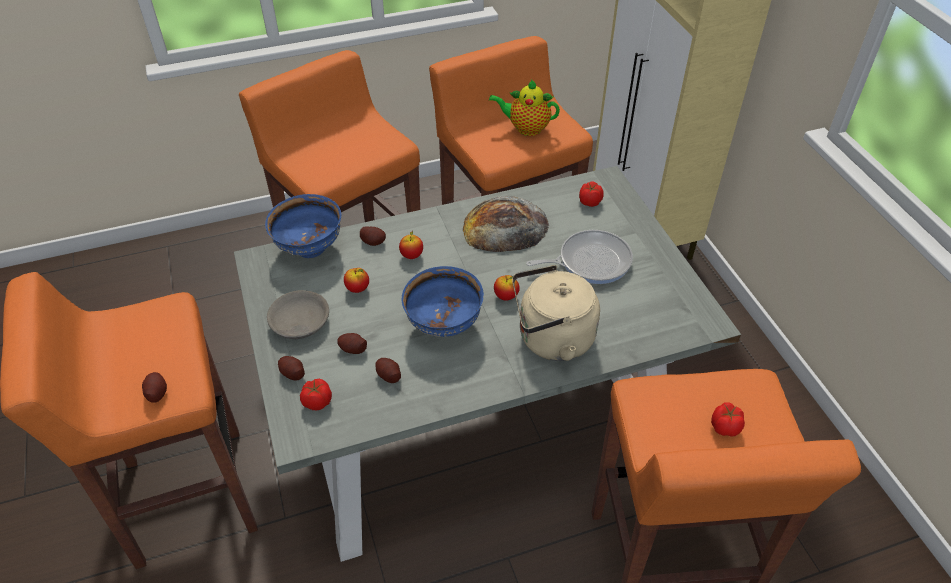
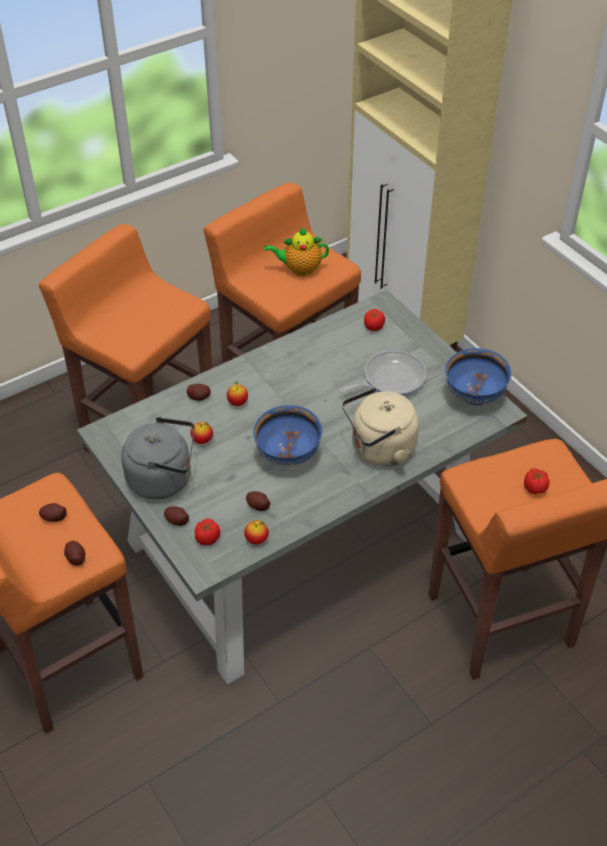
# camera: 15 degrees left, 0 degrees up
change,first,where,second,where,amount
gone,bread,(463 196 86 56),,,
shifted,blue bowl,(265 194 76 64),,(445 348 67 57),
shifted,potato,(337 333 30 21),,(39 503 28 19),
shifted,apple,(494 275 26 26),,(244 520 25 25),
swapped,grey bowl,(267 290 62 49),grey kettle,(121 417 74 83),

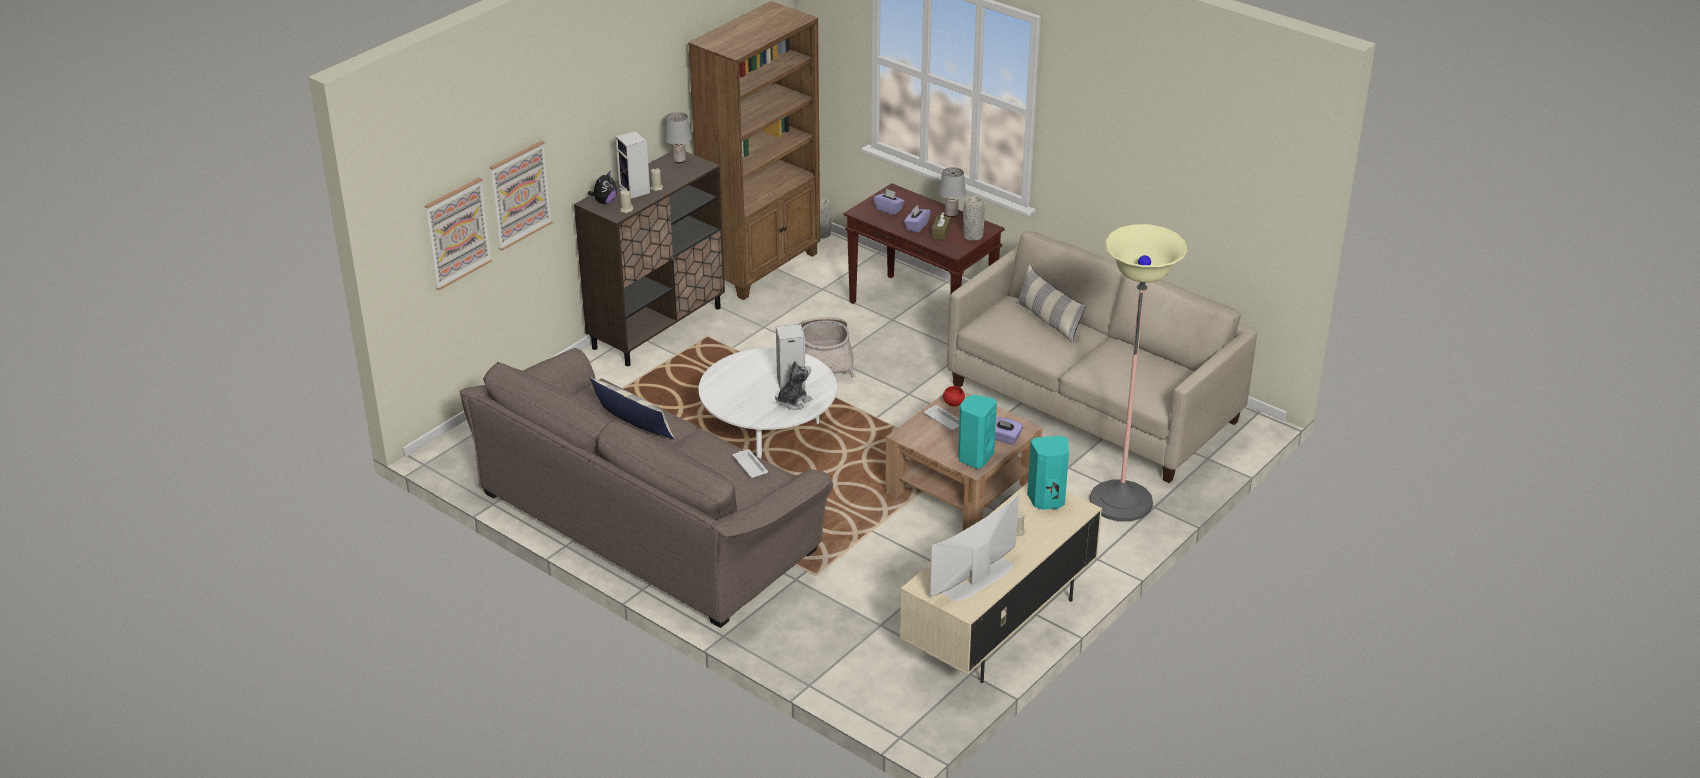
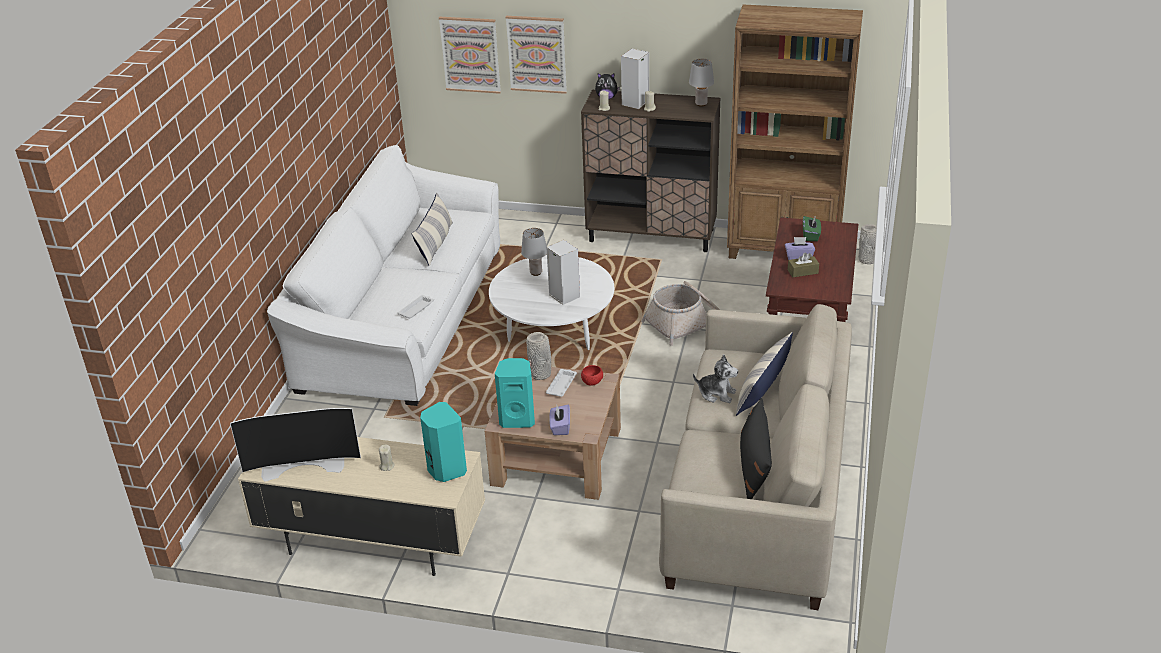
# camera: 65 degrees right, 0 degrees up
change,first,where,second,where,amount
gone,floor lamp,(1090 224 97 297),,,
new,,,black pillow,(740 397 32 102),
shifted,plush toy,(775 361 38 49),,(693 354 45 49),
shifted,grey table lamp,(939 167 27 50),,(521 228 26 48),
shifted,grey vase,(963 196 22 45),,(526 332 25 48),
repainted,brown sofa,(459 348 374 280),white sofa,(267 145 233 261),
repainted,purple tissue box,(874 189 30 26),green tissue box,(803 215 18 26),
rotated,television,(930 494 89 107),,(230 408 131 74),150 degrees clockwise

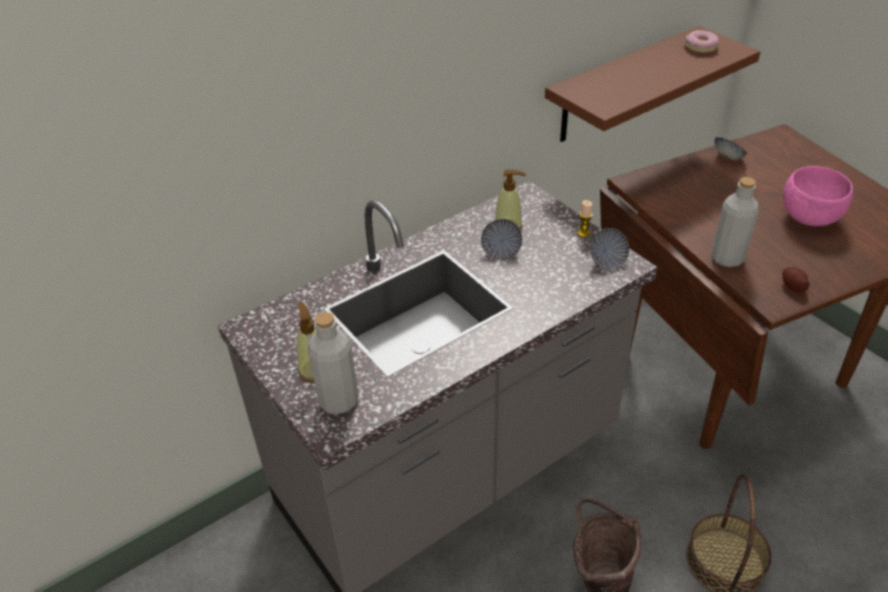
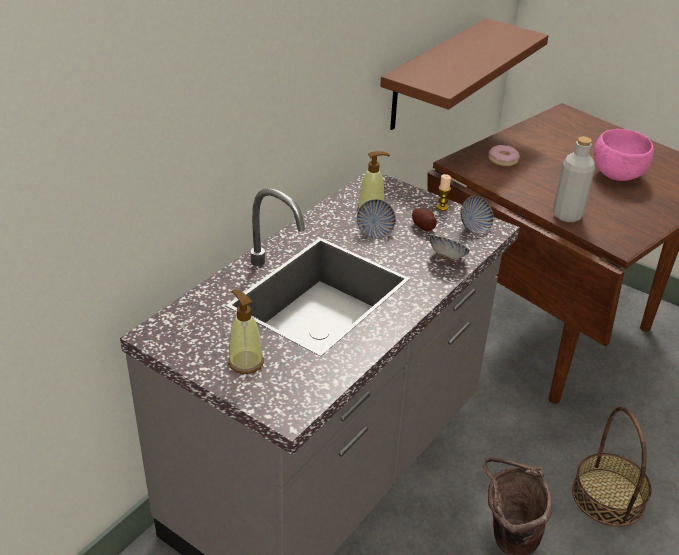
# camera: 20 degrees left, 5 degrees down
change,first,where,second,where,amount
gone,grey bottle,(308 312 51 102),,,
shifted,donut,(684 30 35 23),,(488 145 32 21),
shifted,bowl,(714 137 33 24),,(430 236 40 25),
shifted,potato,(783 267 26 26),,(412 208 25 23),

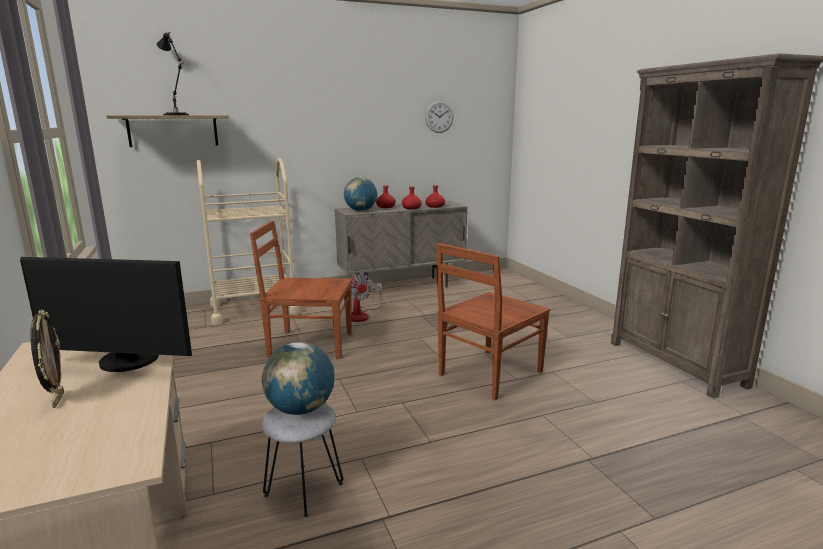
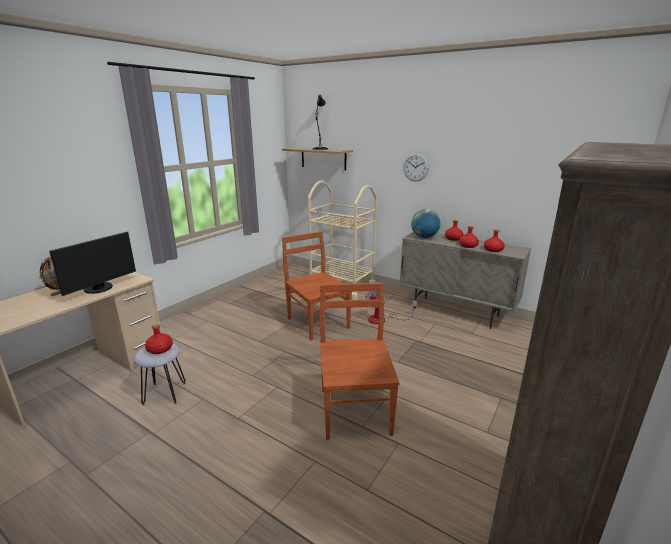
# camera: 55 degrees right, 5 degrees up
change,first,where,second,where,amount
shifted,wall clock,(425 101 29 32),,(403 153 26 29),
swapped,globe,(262 342 73 73),red bottle,(145 324 28 30),
rotated,monitor,(20 257 172 115),,(49 232 87 64),120 degrees counterclockwise
rotated,brown chair,(436 243 115 157),,(319 283 80 157),75 degrees clockwise

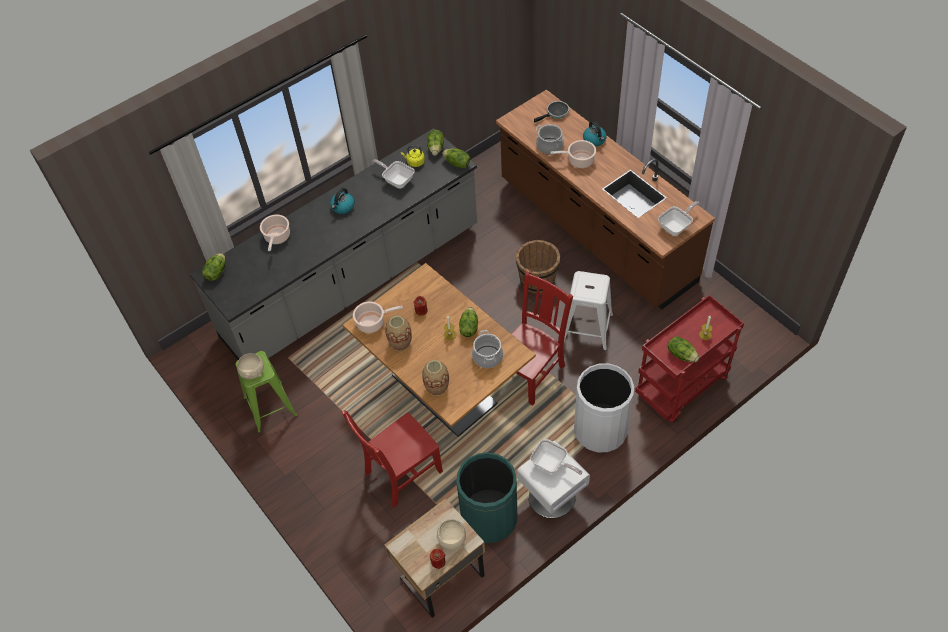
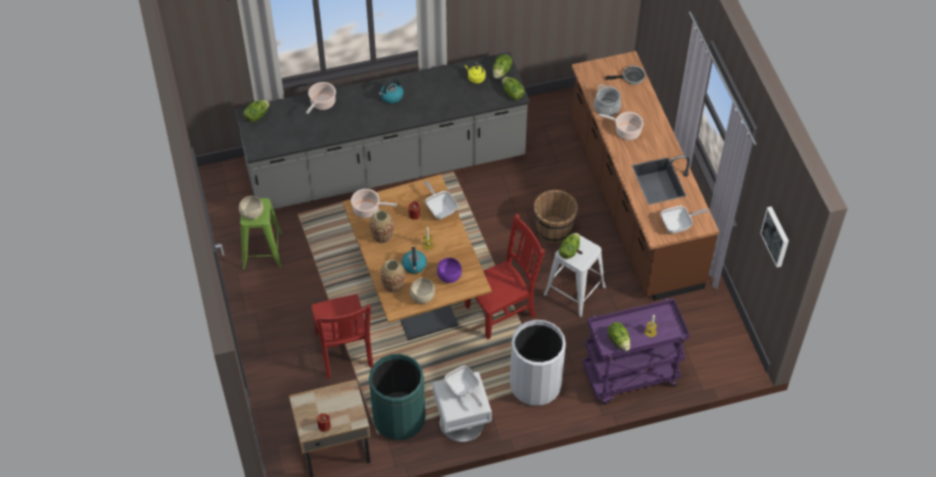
# camera: 20 degrees right, 0 degrees up
change,first,where,second,where,amount
new,,,picture,(760 206 29 62),
shifted,frying pan,(372 159 43 30),,(424 181 34 38),
shifted,beige bowl,(437 519 29 31),,(410 278 25 26),
shifted,lettuce,(459 307 19 30),,(559 233 21 26),
shifted,kettle,(583 121 24 25),,(402 247 25 27),
swapped,cooking pot,(472 330 31 38),purple bowl,(437 258 25 25),
repainted,red cart,(635 295 109 127),purple cart,(583 298 107 106),
rotated,red chair,(342 411 101 97),,(311 294 62 84),90 degrees counterclockwise

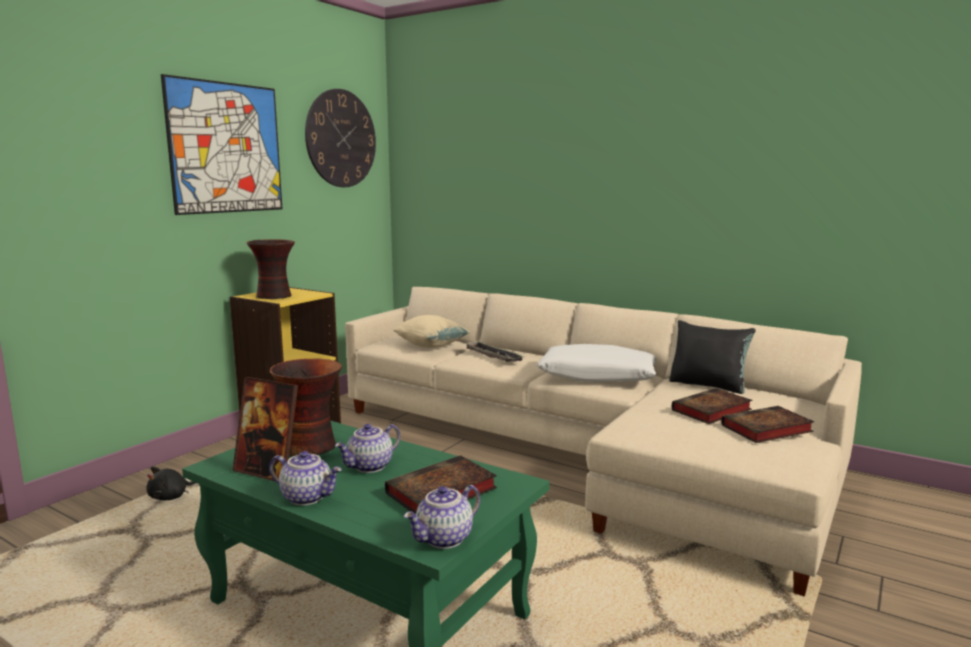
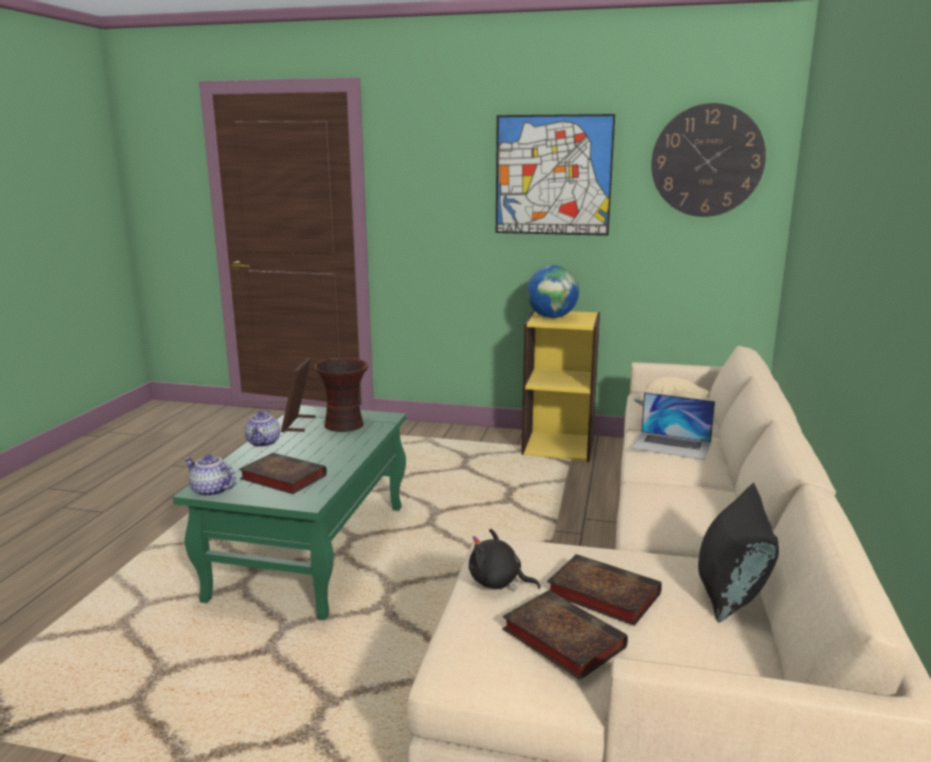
# camera: 70 degrees right, 5 degrees up
change,first,where,second,where,amount
gone,teapot,(335 424 65 49),,,
gone,white pillow,(537 344 120 38),,,
shifted,black plush toy,(146 467 54 33),,(469 529 72 62),
swapped,vase,(247 239 48 60),globe,(527 265 52 53),
swapped,tray,(464 341 60 21),laptop,(632 392 83 68),

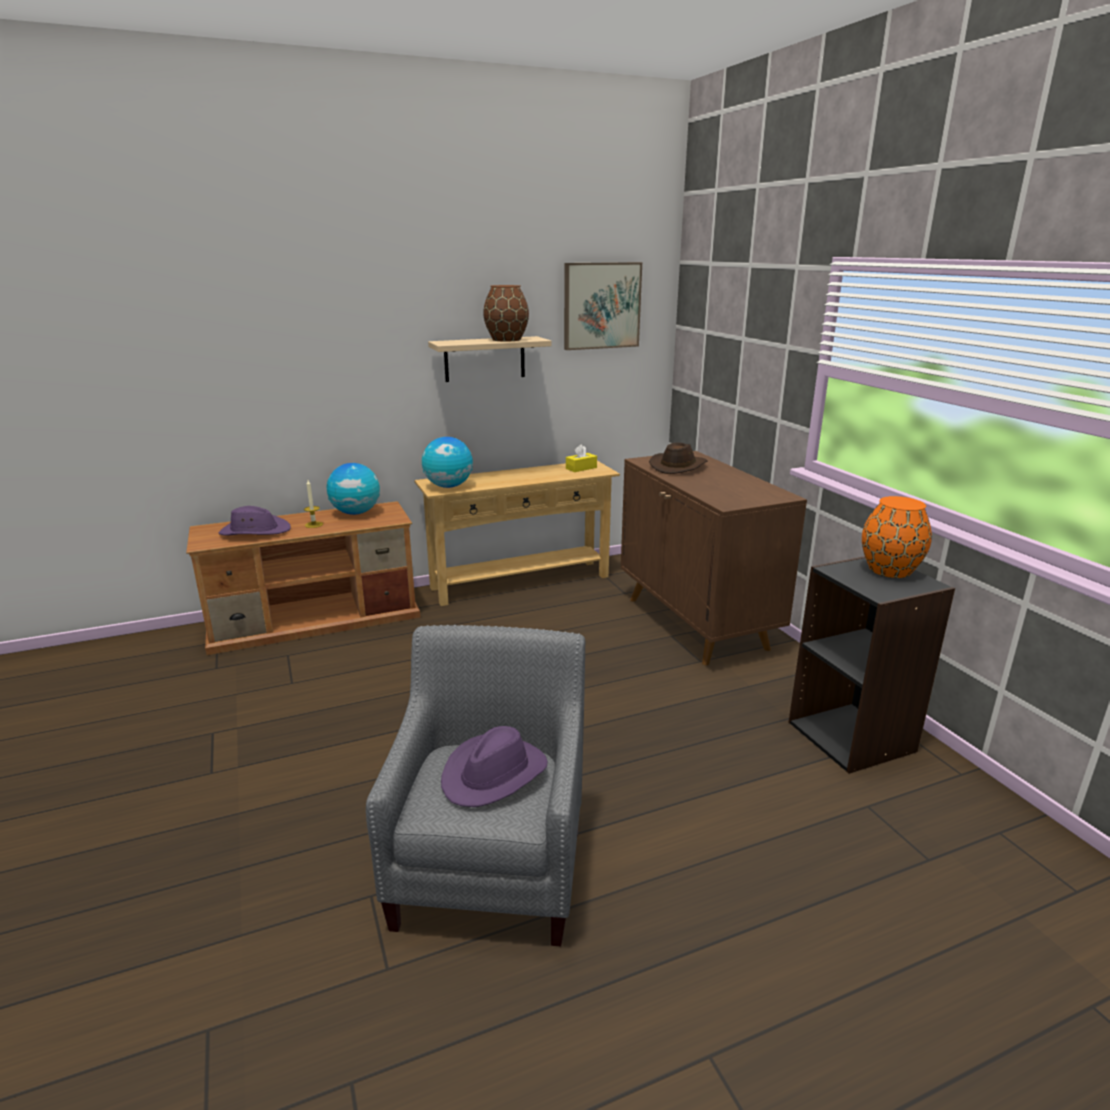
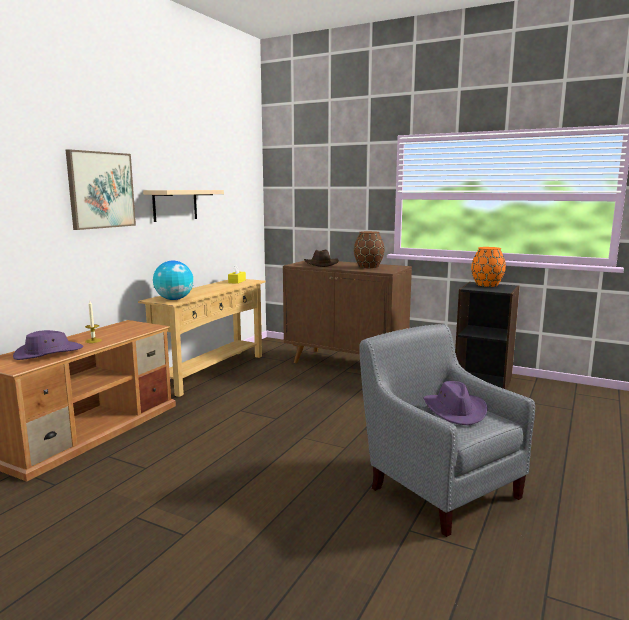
# camera: 40 degrees left, 10 degrees down
change,first,where,second,where,amount
gone,globe,(327 463 53 52),,,
shifted,brown vase,(483 285 46 57),,(354 231 30 37),
shifted,picture,(564 262 78 88),,(66 149 70 81),

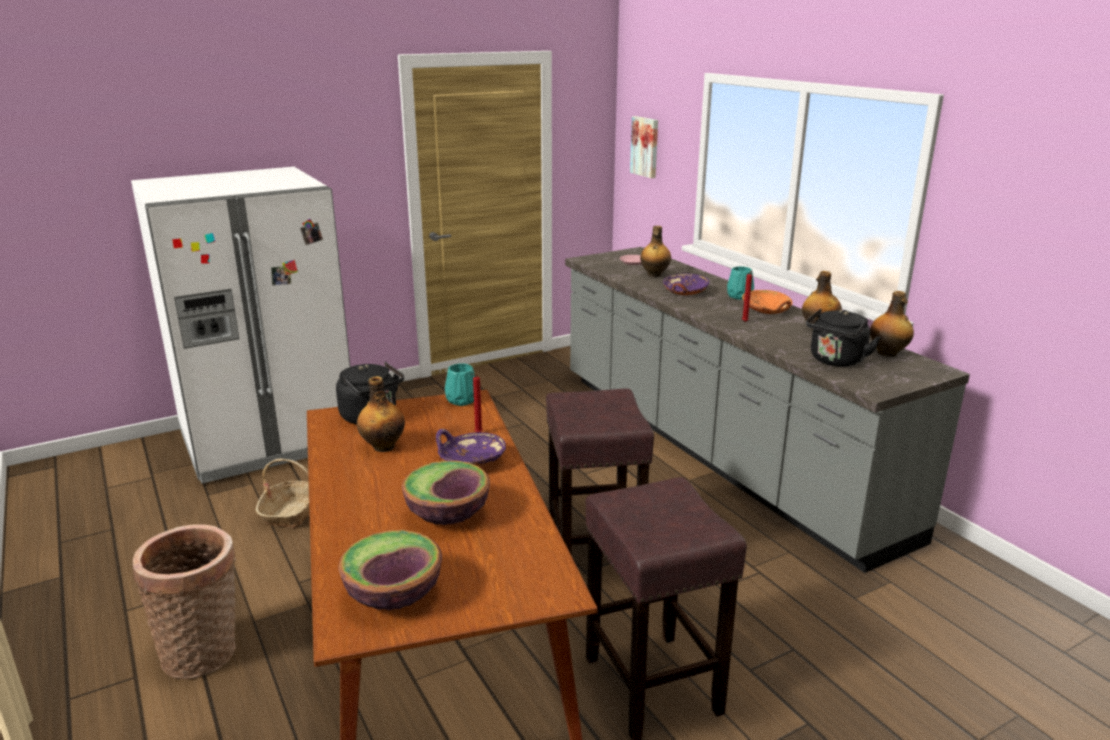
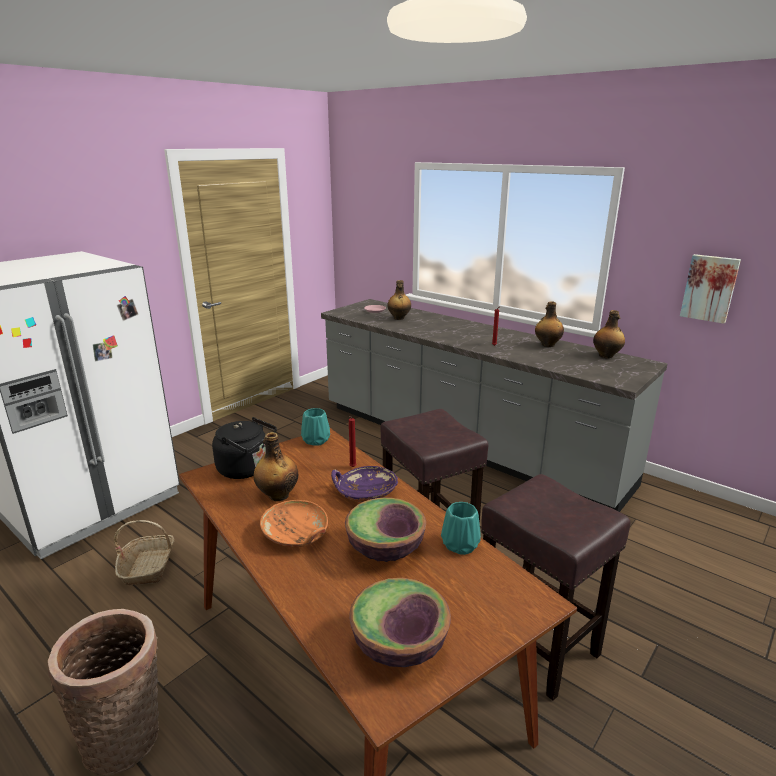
# camera: 20 degrees left, 0 degrees up
change,first,where,second,where,amount
gone,purple bowl,(663 273 46 22),,,
gone,black kettle,(806 308 75 59),,,
shifted,picture,(630 116 28 62),,(680 254 61 70),
shifted,turquoise vase,(727 266 27 34),,(441 502 40 53),
shifted,orange bowl,(742 290 50 24),,(260 500 68 47),

